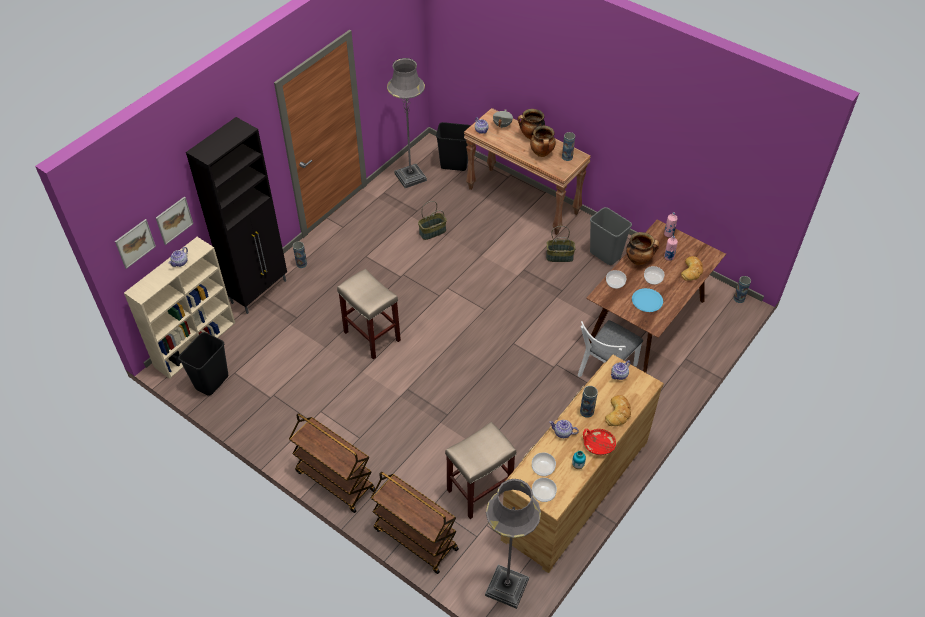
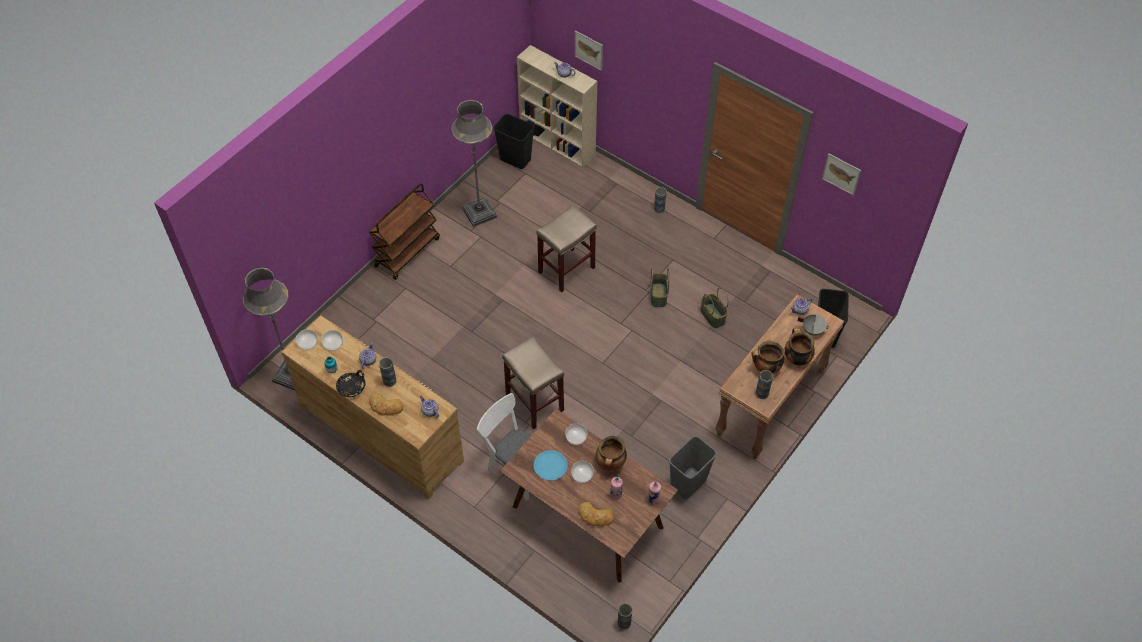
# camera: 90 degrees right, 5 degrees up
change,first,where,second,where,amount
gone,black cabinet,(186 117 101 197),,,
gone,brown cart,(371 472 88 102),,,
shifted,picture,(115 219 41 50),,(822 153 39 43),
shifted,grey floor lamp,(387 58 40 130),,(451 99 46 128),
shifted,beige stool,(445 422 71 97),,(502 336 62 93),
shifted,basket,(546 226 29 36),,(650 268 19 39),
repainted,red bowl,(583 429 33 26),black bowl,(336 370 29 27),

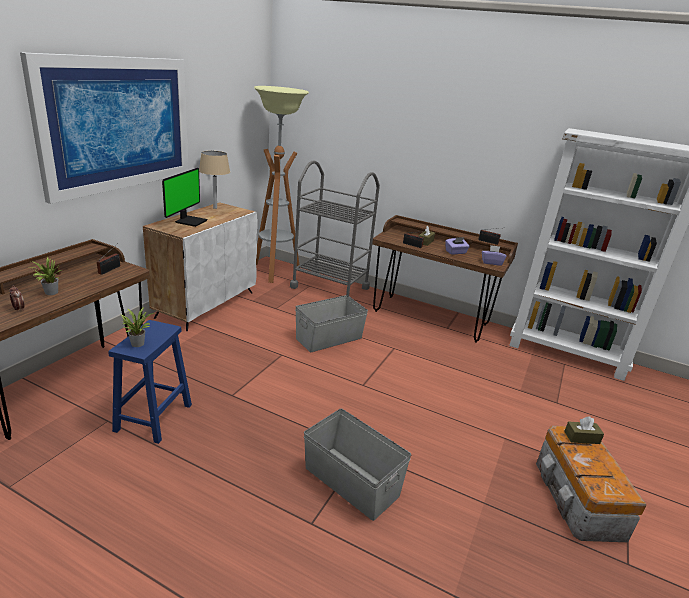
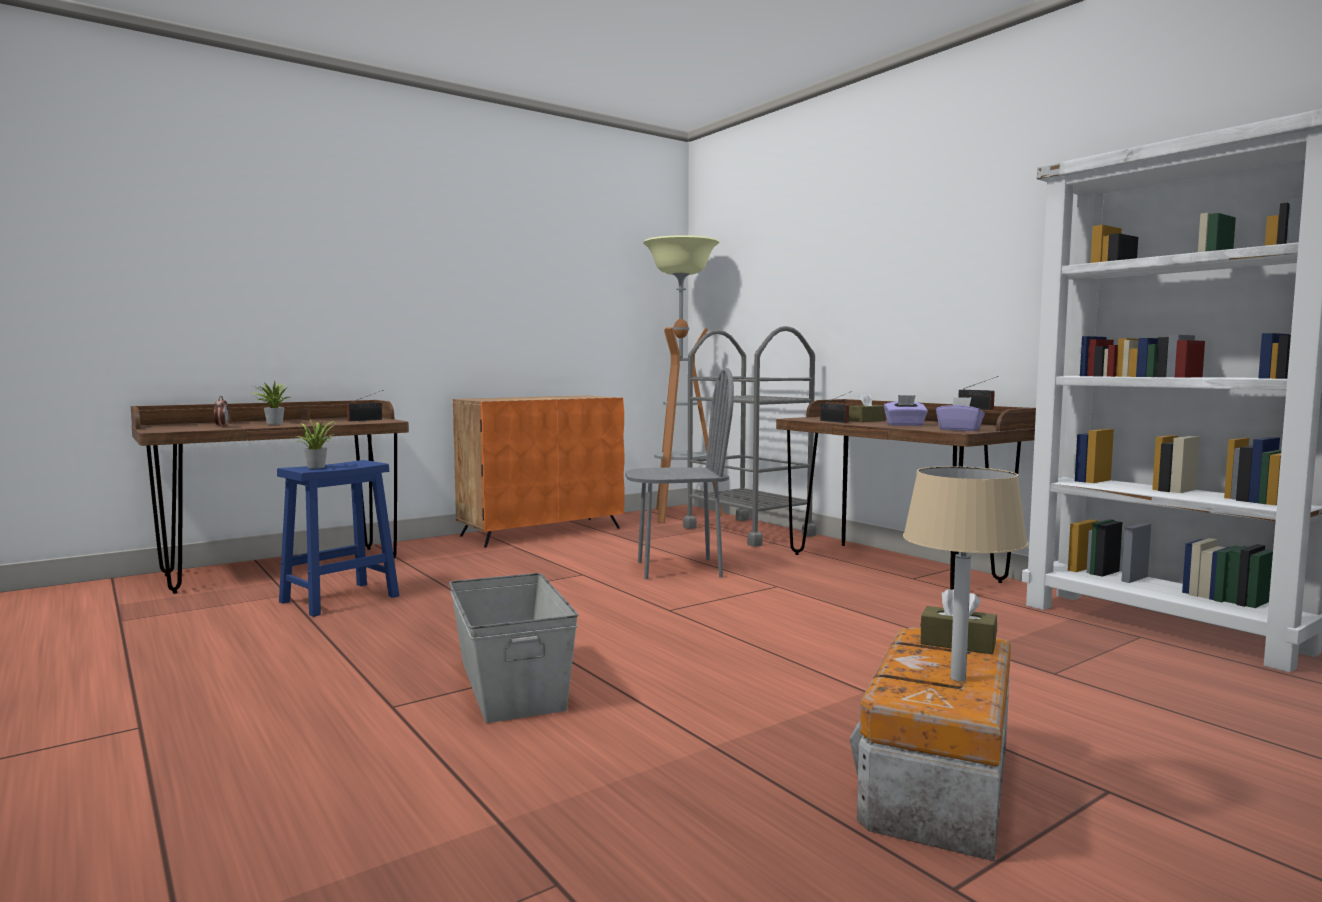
# camera: 30 degrees right, 20 degrees down
change,first,where,second,where,amount
gone,picture,(20 52 169 152),,,
gone,monitor,(162 168 46 59),,,
shifted,beige table lamp,(199 151 31 58),,(903 466 125 215),
swapped,grey storage box,(295 295 73 57),grey chair,(625 368 109 211),
repainted,white cabinet,(143 202 115 129),orange cabinet,(453 396 172 151),

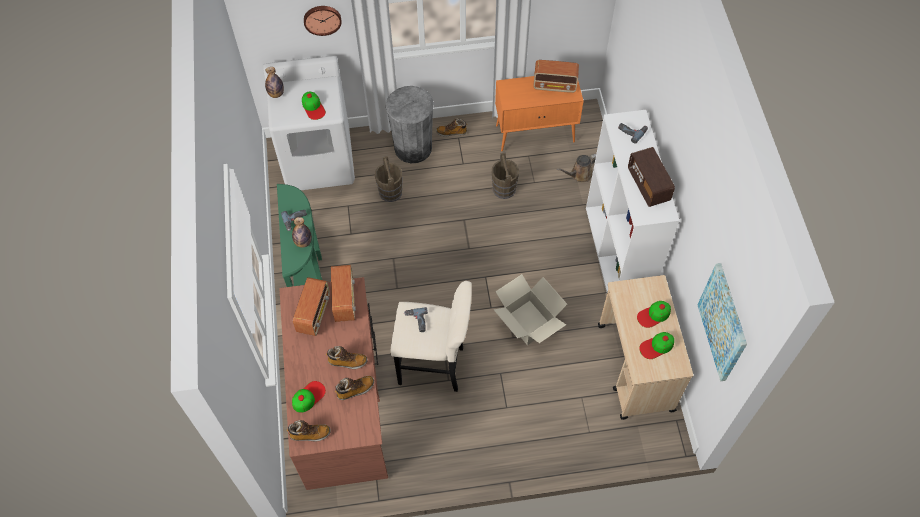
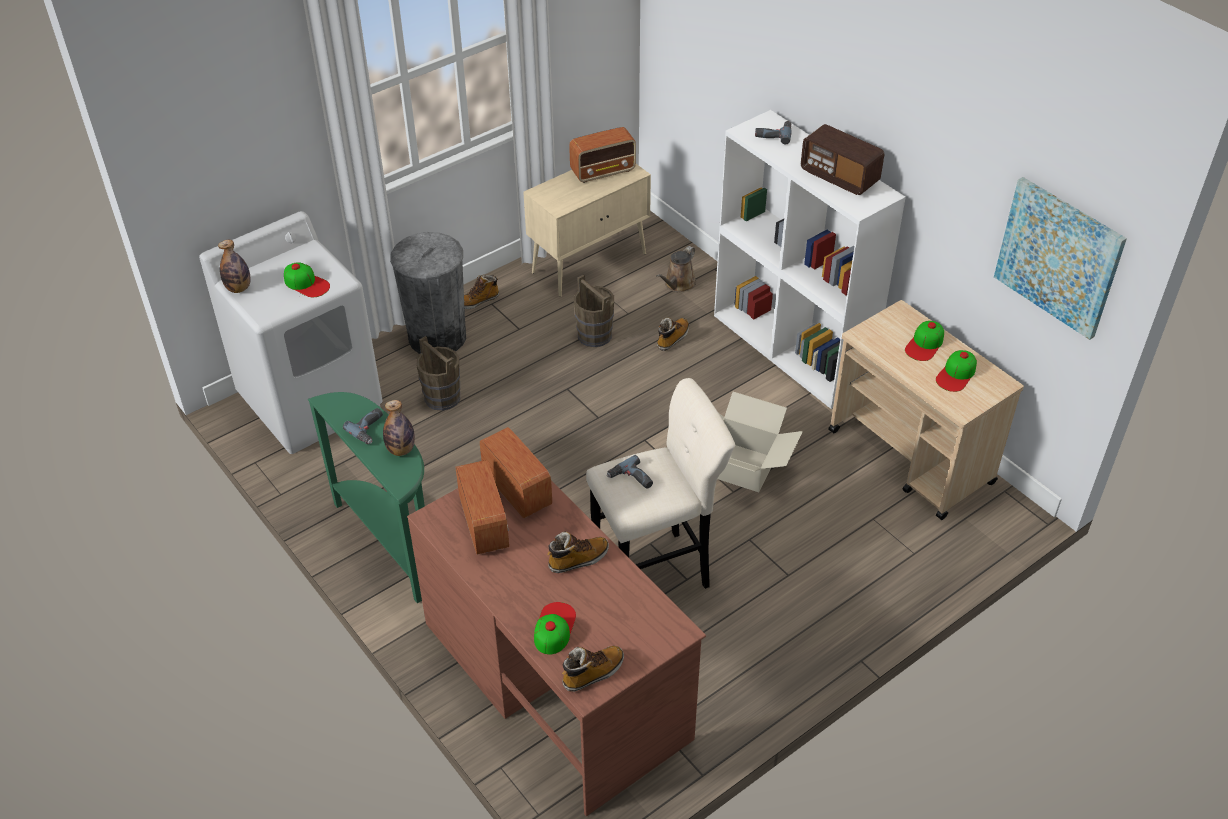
# camera: 30 degrees left, 15 degrees down
change,first,where,second,where,amount
gone,wall clock,(304 6 38 30),,,
shifted,boot,(335 376 39 24),,(657 318 32 33),
repainted,orange cabinet,(495 76 88 75),beige cabinet,(523 164 128 133),

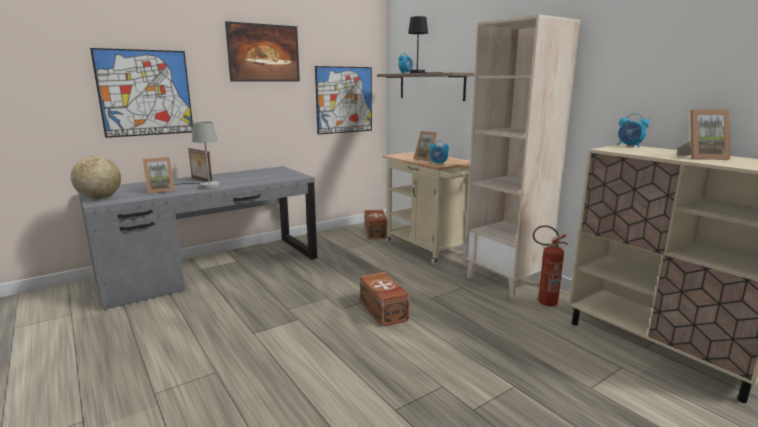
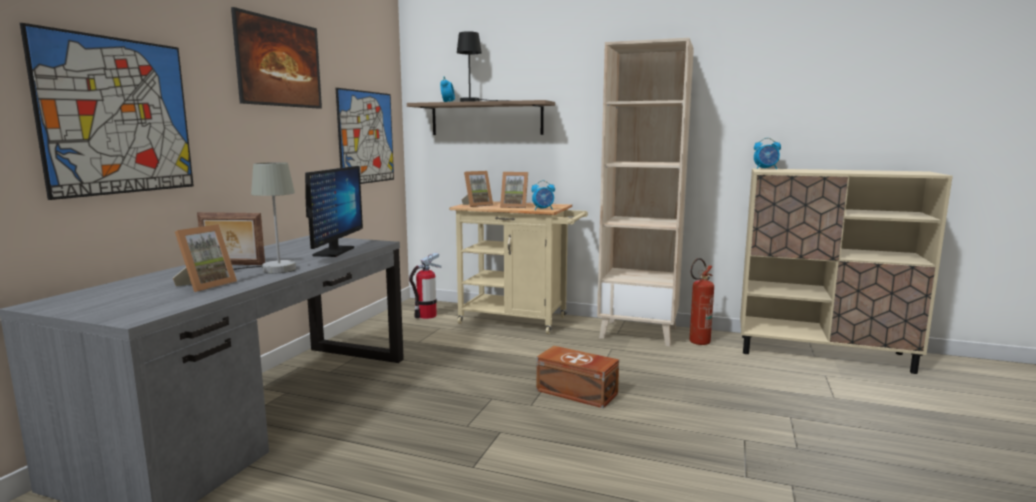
# camera: 35 degrees left, 5 degrees down
change,first,where,second,where,amount
gone,globe,(71 156 50 43),,,
new,,,monitor,(305 166 58 91),
shifted,picture frame,(678 109 52 51),,(461 171 32 36),
swapped,brown storage box,(365 210 22 30),fire extinguisher,(409 253 32 66),

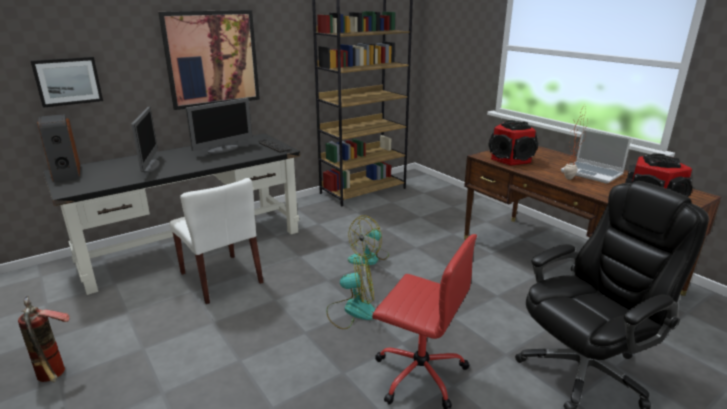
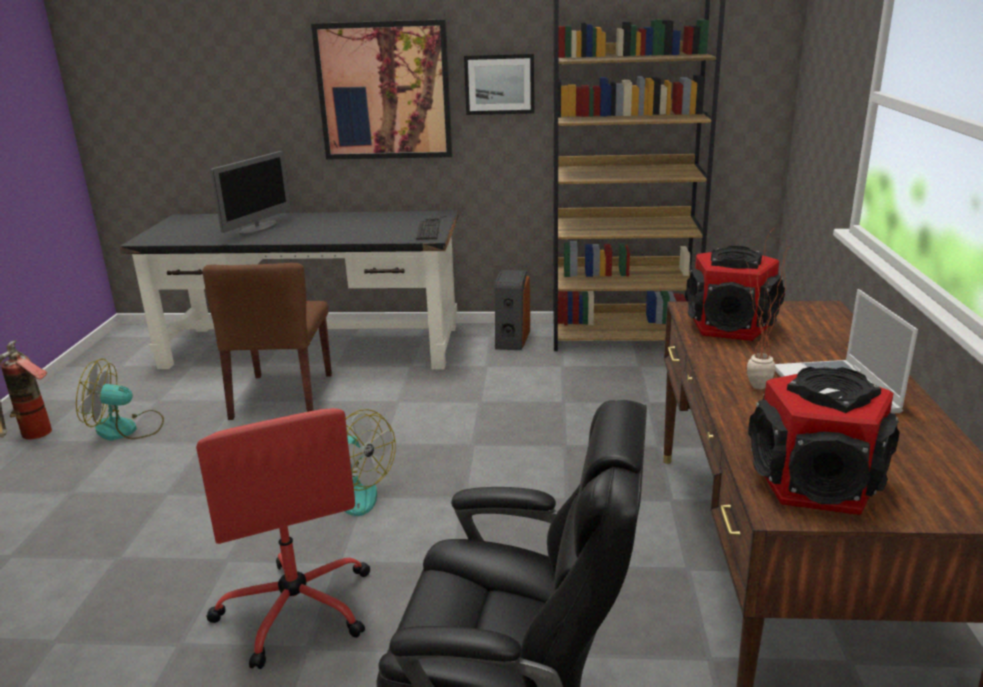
# camera: 40 degrees right, 0 degrees up
change,first,where,second,where,amount
gone,monitor,(185 98 67 56),,,
shifted,picture,(31 57 72 51),,(464 54 70 61),
shifted,speaker,(37 114 43 68),,(495 270 35 80),
shifted,fan,(348 215 41 50),,(76 358 88 82),
repainted,white chair,(169 178 95 126),brown chair,(202 263 130 157),

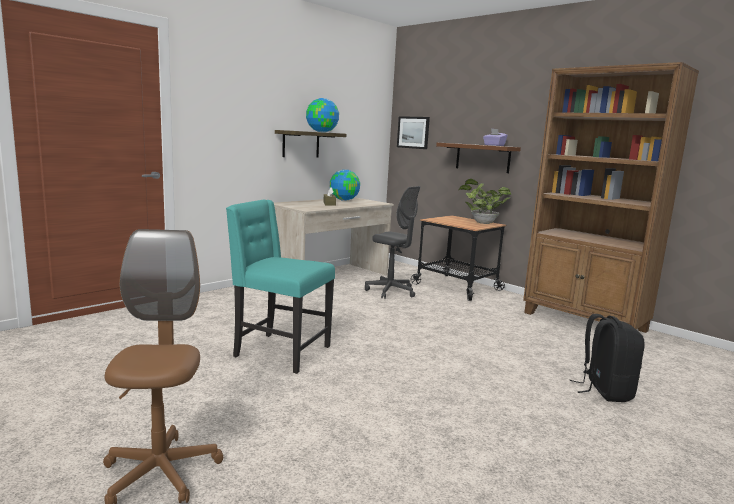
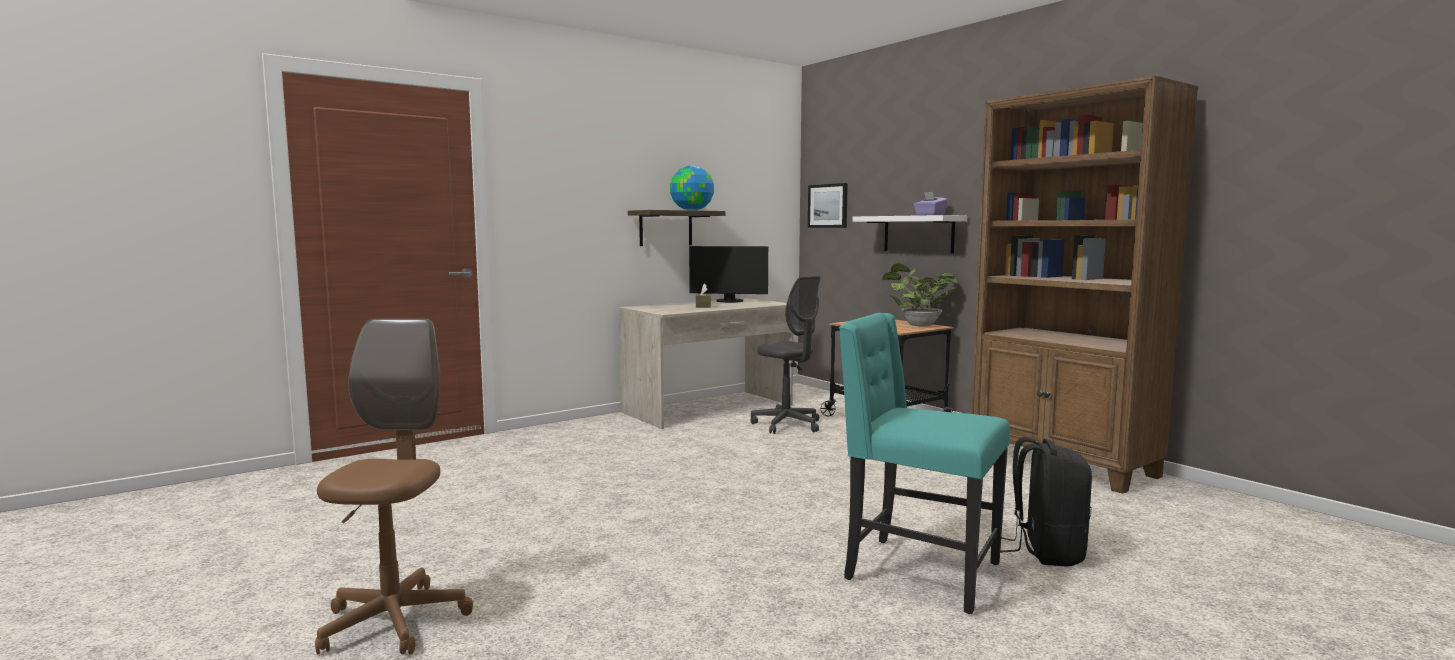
# camera: 10 degrees right, 5 degrees down
change,first,where,second,where,amount
shifted,turquoise chair,(226 200 109 174),,(839 313 171 301),
swapped,globe,(330 170 30 31),monitor,(689 246 79 57),
repainted,brown shelf,(436 143 85 30),white shelf,(852 215 115 38),

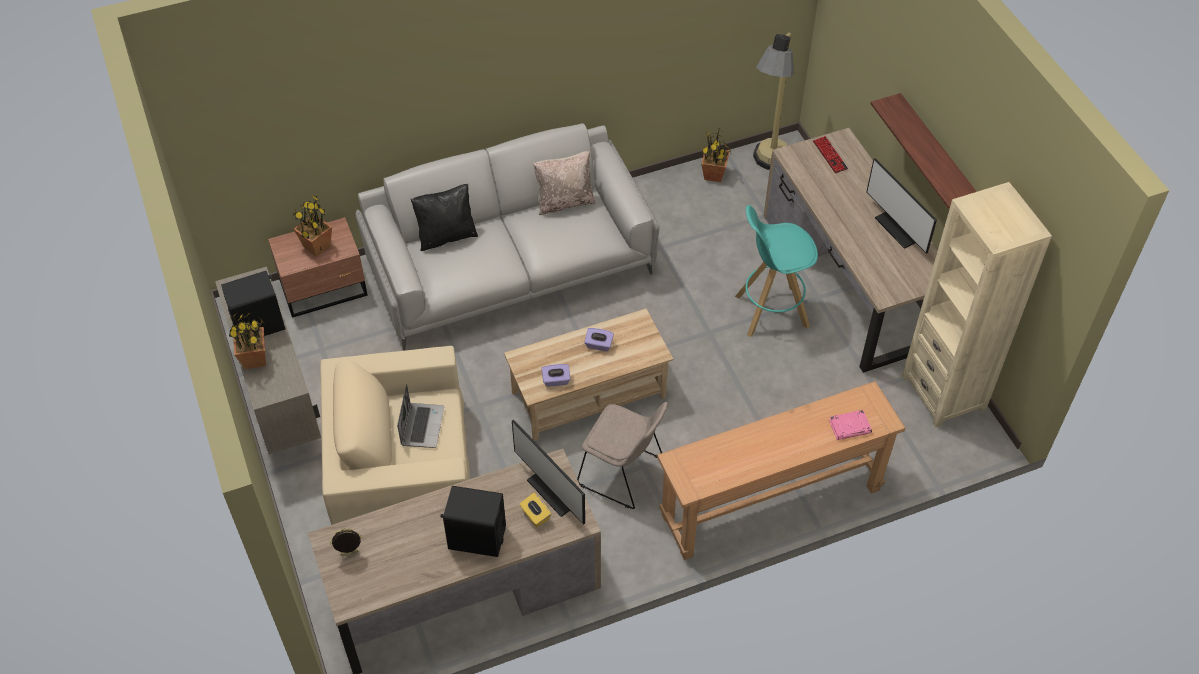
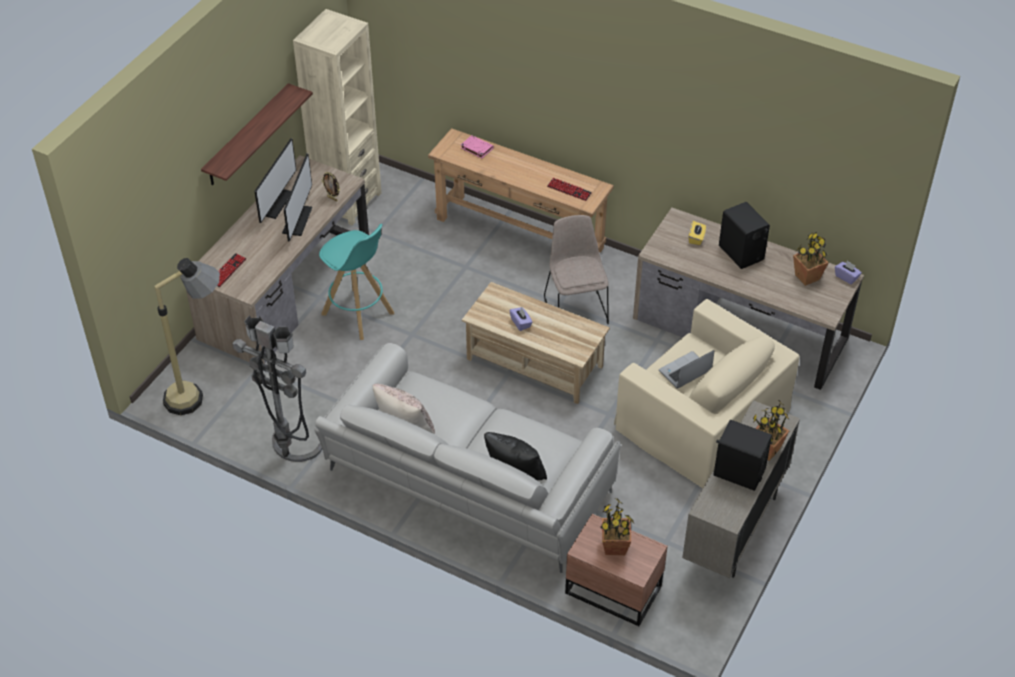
# camera: 130 degrees left, 5 degrees down
change,first,where,second,where,amount
new,,,grey floor lamp,(232 315 90 147),
new,,,keyboard,(547 178 45 23),
shifted,picture frame,(330 528 32 28),,(322 172 18 30),
shifted,monitor,(512 419 73 106),,(282 153 30 89),
shifted,purple tissue box,(541 364 29 23),,(835 261 27 23),
shifted,potted plant,(701 127 30 55),,(793 232 36 54),

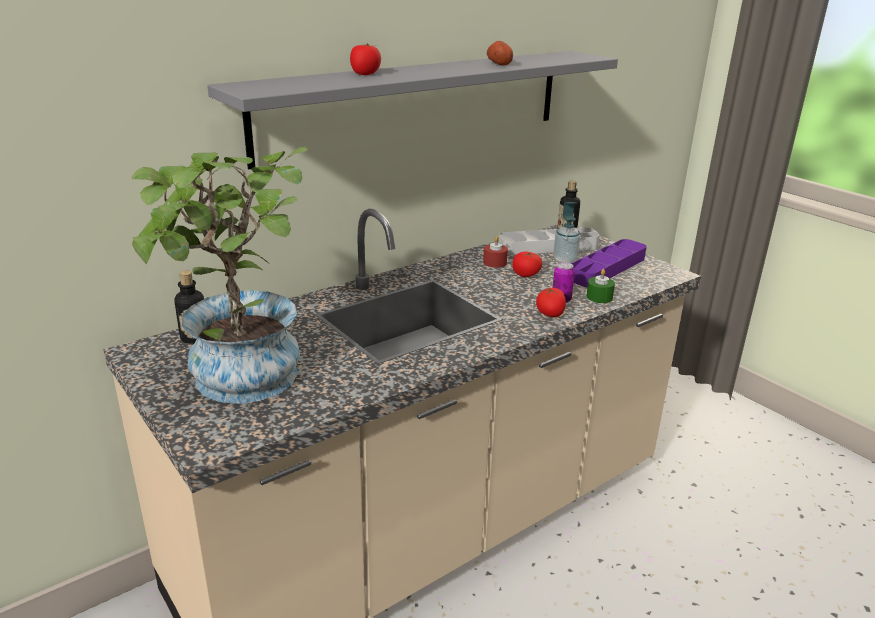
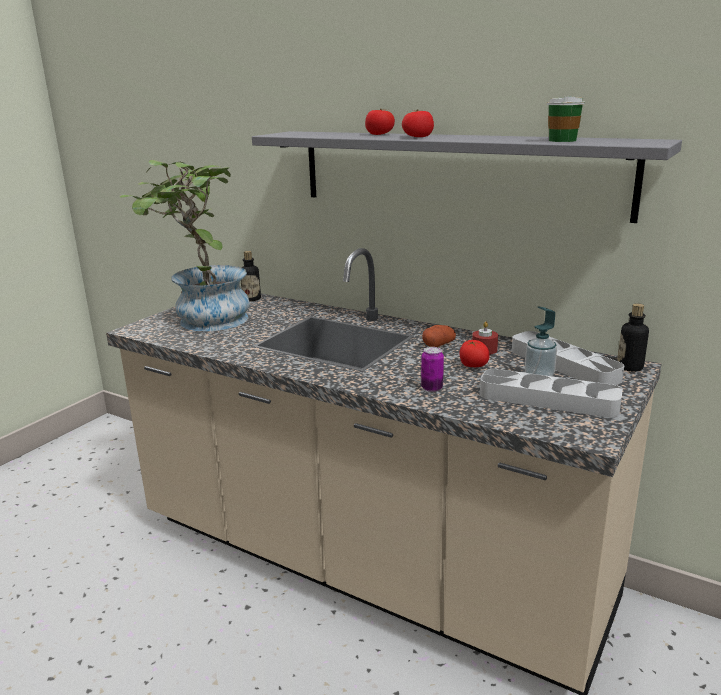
# camera: 70 degrees right, 5 degrees down
change,first,where,second,where,amount
gone,green candle,(586 269 29 34),,,
new,,,cup,(547 96 38 46),
shifted,potato,(487 41 26 25),,(422 325 34 22),
shifted,tomato,(536 288 30 29),,(402 110 32 27),
repainted,purple tray,(571 239 76 48),grey tray,(480 369 143 49),

